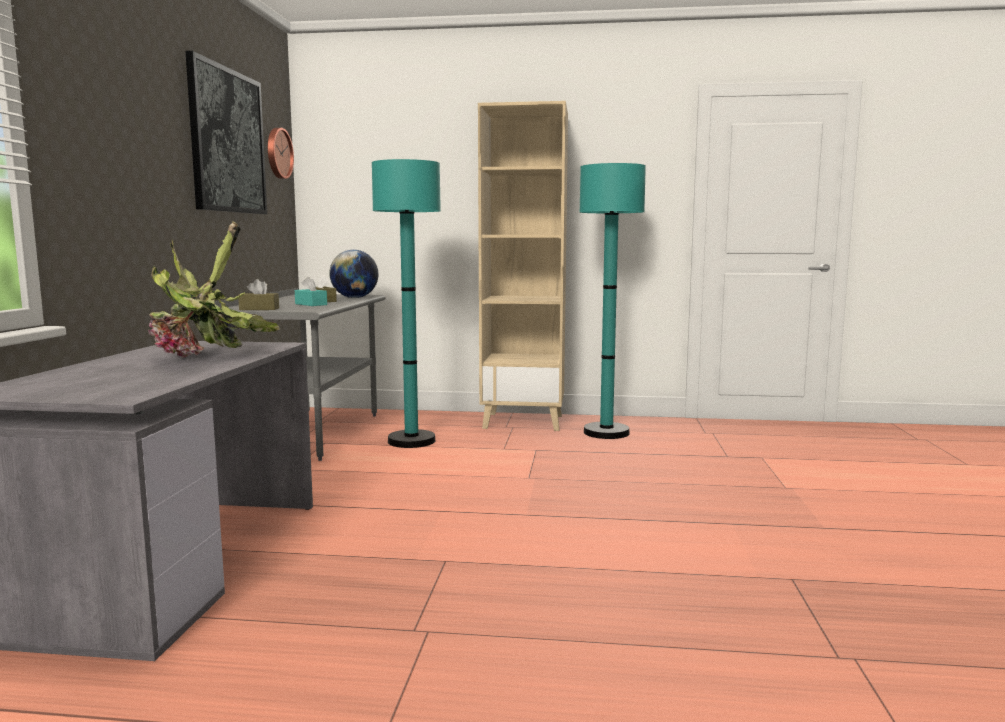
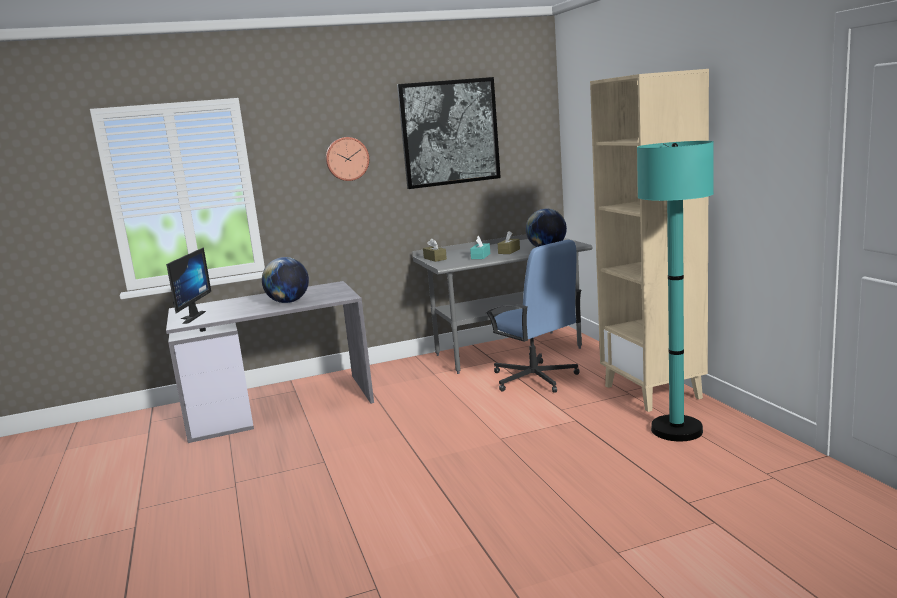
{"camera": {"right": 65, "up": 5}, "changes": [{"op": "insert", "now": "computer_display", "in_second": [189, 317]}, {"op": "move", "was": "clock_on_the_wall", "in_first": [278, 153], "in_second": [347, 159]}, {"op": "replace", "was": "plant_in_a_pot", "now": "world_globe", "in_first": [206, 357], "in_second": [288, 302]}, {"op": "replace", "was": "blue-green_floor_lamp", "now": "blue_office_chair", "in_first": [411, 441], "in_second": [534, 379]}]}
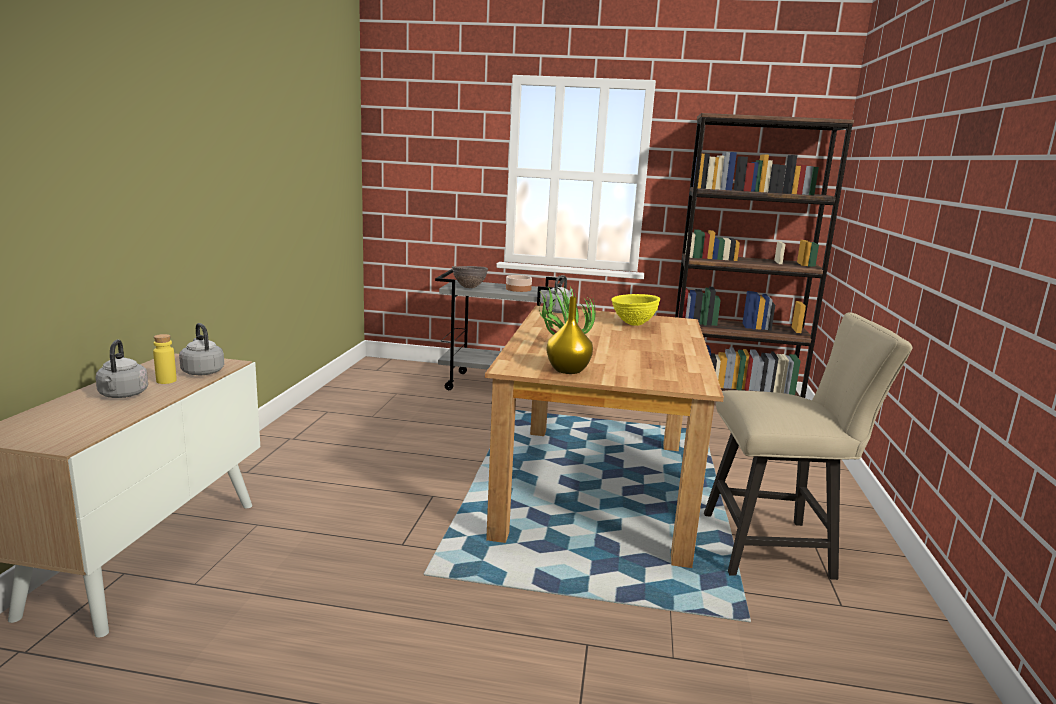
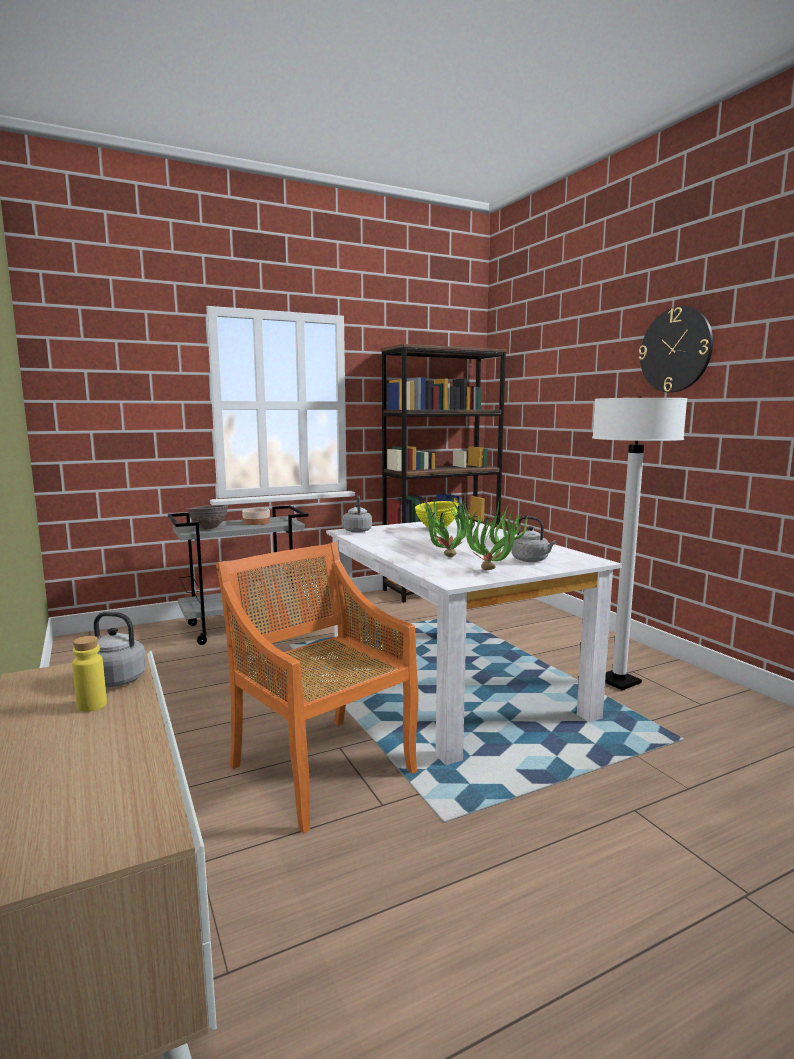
{"camera": {"right": -35, "up": -5}, "changes": [{"op": "insert", "now": "orangey_upright_chair", "in_second": [321, 768]}, {"op": "insert", "now": "clock_on_the_wall", "in_second": [675, 350]}, {"op": "move", "was": "grey_tea_kettle", "in_first": [123, 395], "in_second": [531, 560]}, {"op": "replace", "was": "yellow-coloured_flower_vase", "now": "plant_in_a_pot", "in_first": [567, 370], "in_second": [494, 572]}, {"op": "replace", "was": "sand-coloured_upright_chair", "now": "whitish_floor_lamp", "in_first": [777, 547], "in_second": [618, 681]}, {"op": "recolor", "was": "brown-coloured_kitchen_table", "now": "whitish_kitchen_table", "in_first": [598, 487], "in_second": [455, 685]}]}
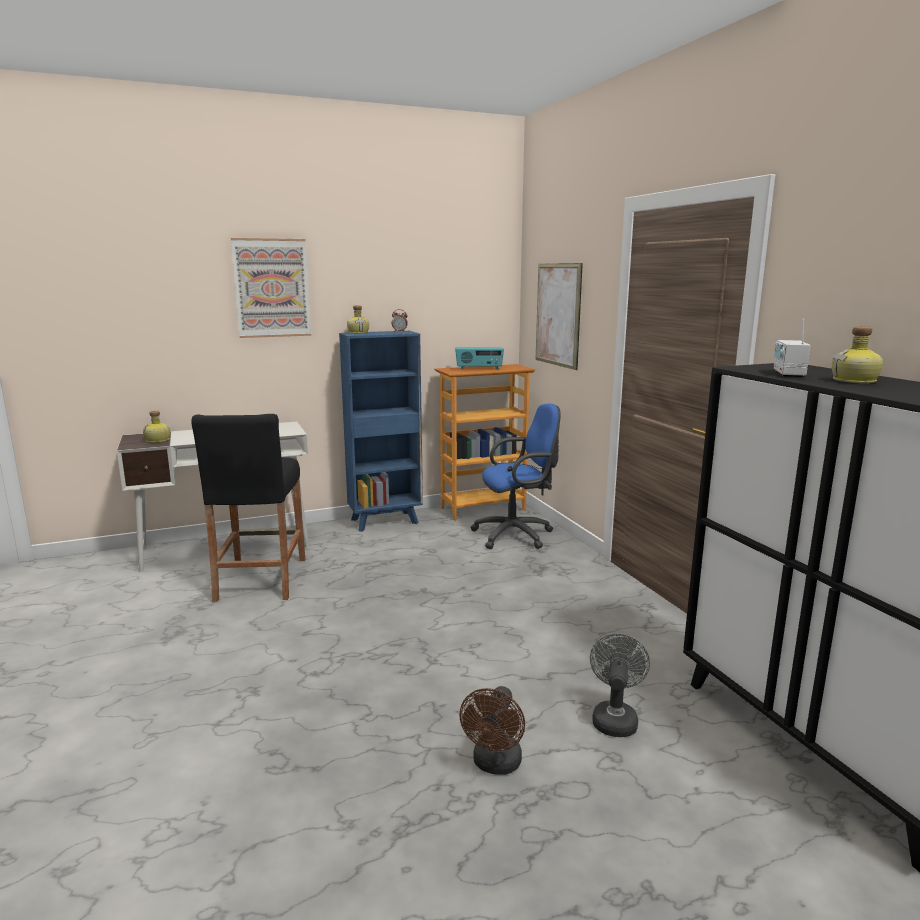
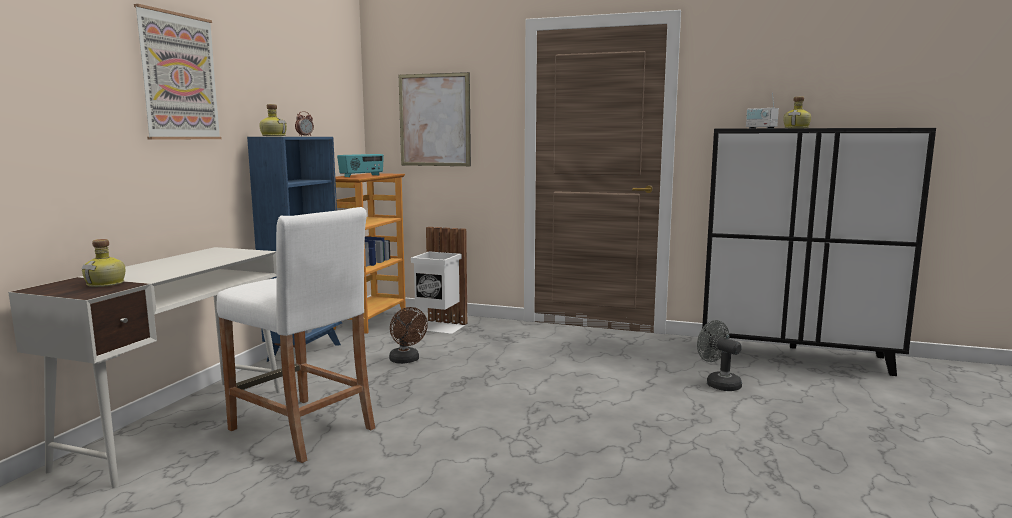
{"camera": {"right": -50, "up": -5}, "changes": [{"op": "move", "was": "brown-coloured_electric_fan", "in_first": [495, 765], "in_second": [406, 360]}, {"op": "replace", "was": "blue_office_chair", "now": "whitish_rubbish_bin", "in_first": [517, 535], "in_second": [440, 327]}, {"op": "recolor", "was": "black-coloured_sitting_stool", "now": "whitish_sitting_stool", "in_first": [260, 579], "in_second": [302, 429]}]}
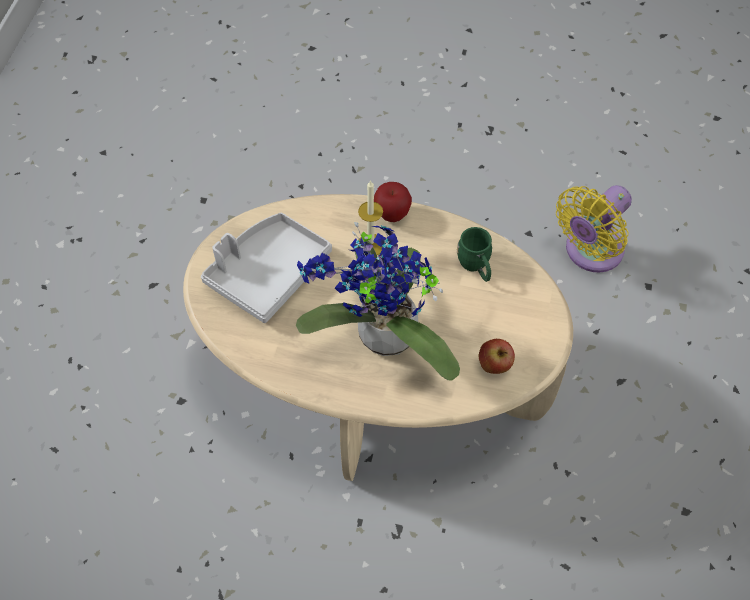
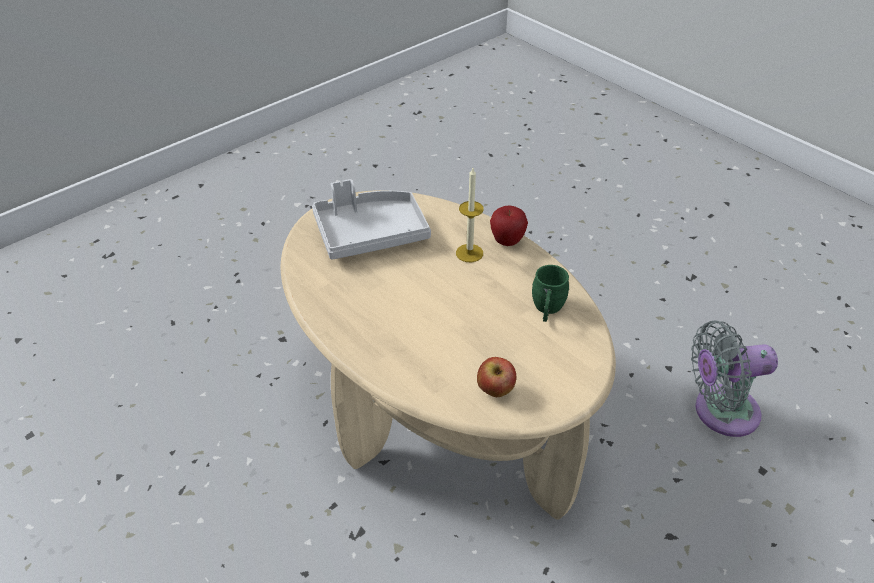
{"camera": {"right": 35, "up": -15}, "changes": [{"op": "delete", "was": "plant_in_a_pot", "in_first": [381, 339]}, {"op": "recolor", "was": "yellow-coloured_electric_fan", "now": "grey_electric_fan", "in_first": [590, 252], "in_second": [719, 411]}]}
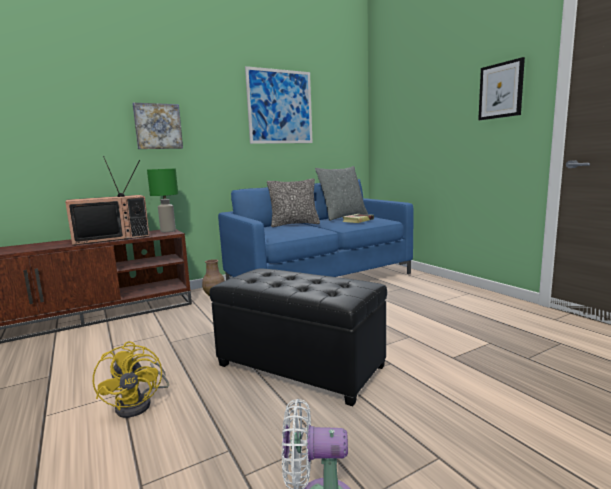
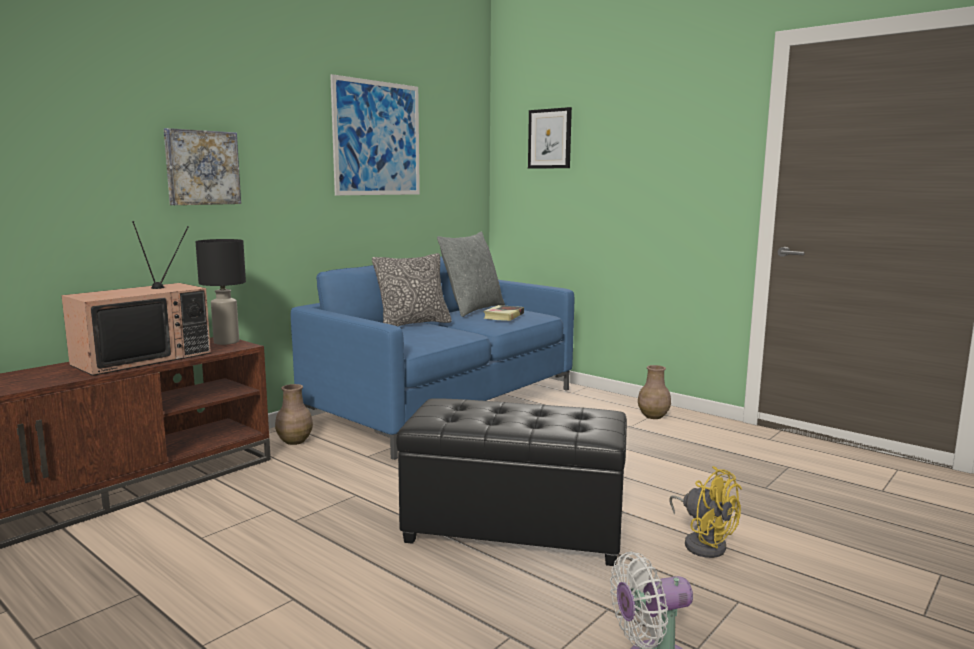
{"camera": {"right": -20, "up": 0}, "changes": [{"op": "insert", "now": "brown-coloured_flower_vase", "in_second": [653, 416]}, {"op": "move", "was": "yellow-coloured_electric_fan", "in_first": [140, 403], "in_second": [703, 543]}, {"op": "move", "was": "wall_picture", "in_first": [501, 90], "in_second": [549, 138]}, {"op": "recolor", "was": "greenish_table_lamp", "now": "black-coloured_table_lamp", "in_first": [168, 231], "in_second": [226, 342]}]}
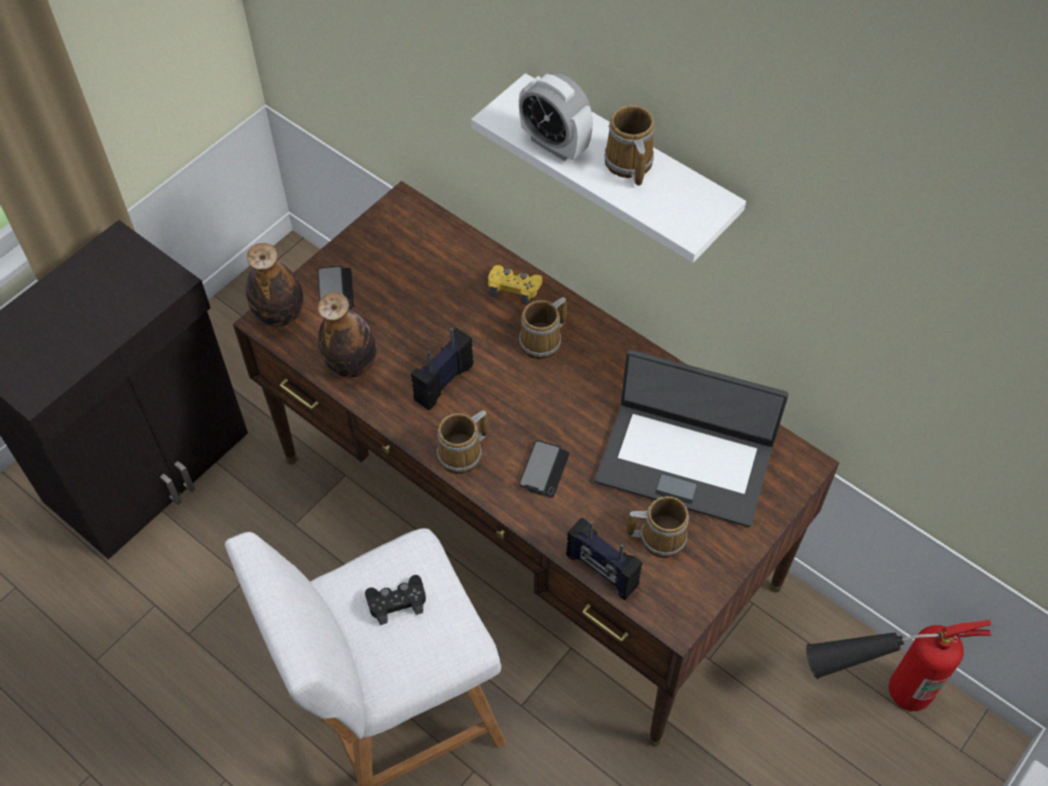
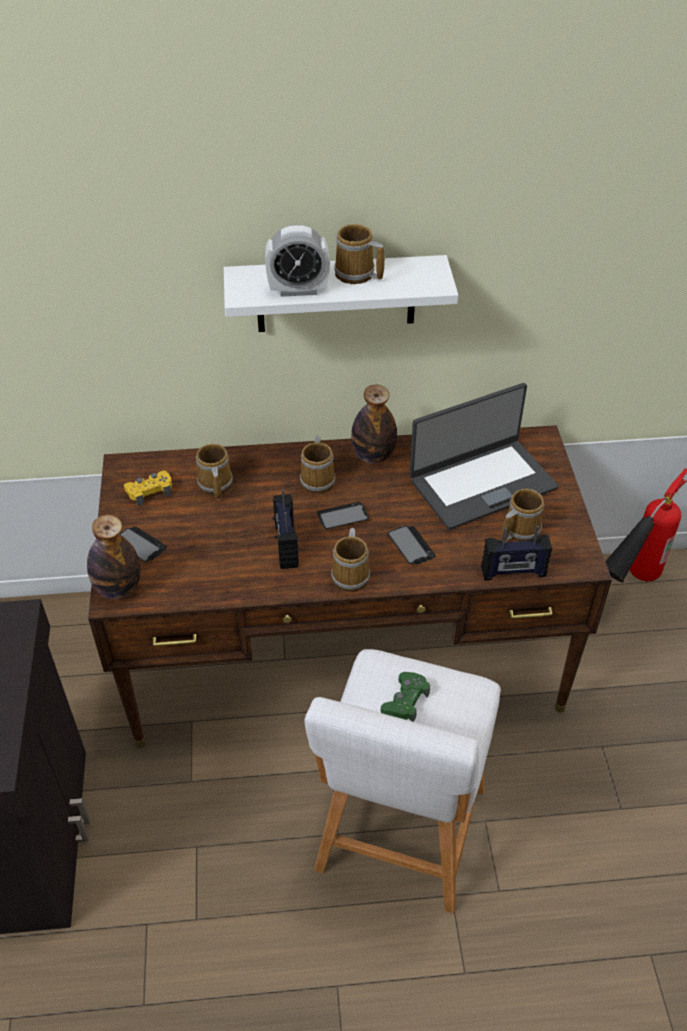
{"camera": {"right": -45, "up": -10}, "changes": [{"op": "insert", "now": "tea_mug", "in_second": [214, 485]}, {"op": "insert", "now": "telephone", "in_second": [342, 517]}, {"op": "move", "was": "drink_bottle", "in_first": [352, 364], "in_second": [373, 456]}, {"op": "move", "was": "yellow-coloured_gamepad", "in_first": [514, 287], "in_second": [150, 491]}, {"op": "recolor", "was": "black-coloured_gamepad", "now": "greenish_gamepad", "in_first": [397, 602], "in_second": [405, 701]}]}
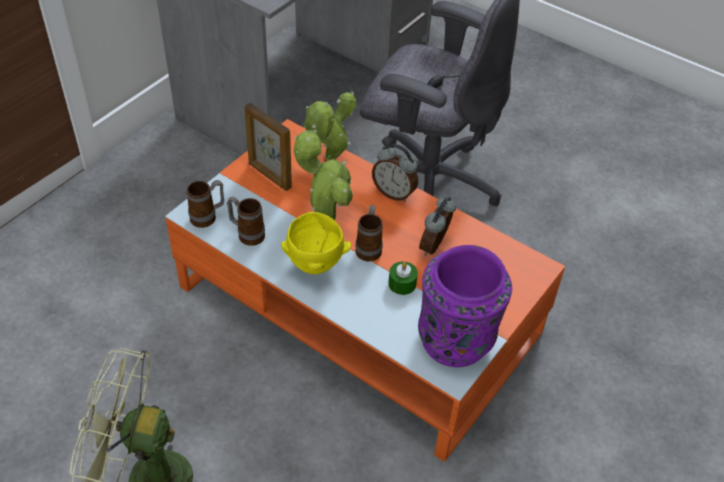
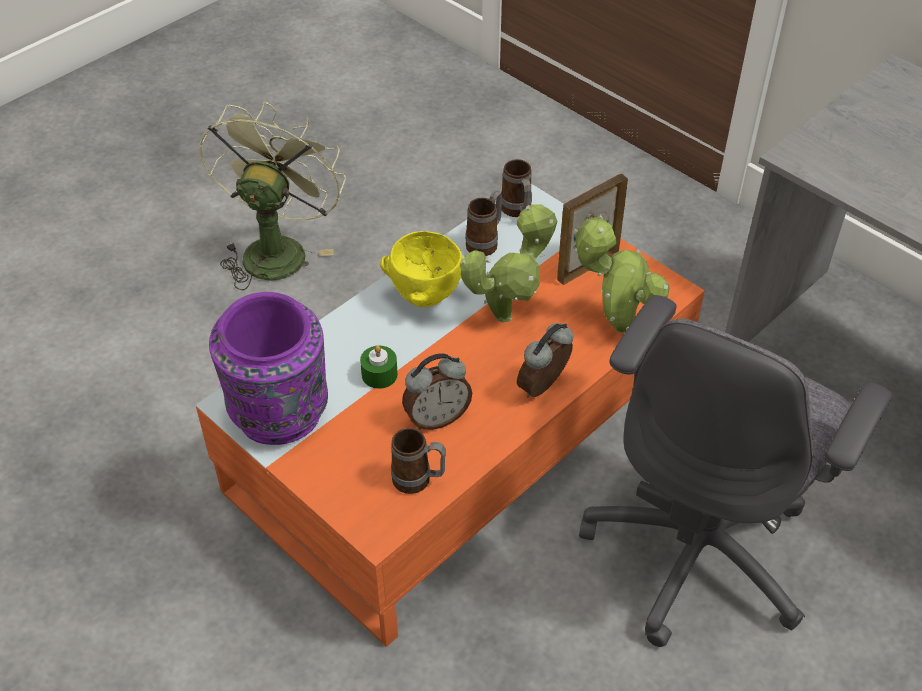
{"camera": {"right": 100, "up": 0}, "changes": [{"op": "move", "was": "tea_mug", "in_first": [369, 247], "in_second": [419, 481]}, {"op": "rotate", "was": "bedside_clock", "in_first": [435, 247], "in_second": [436, 418], "clockwise": 120}]}
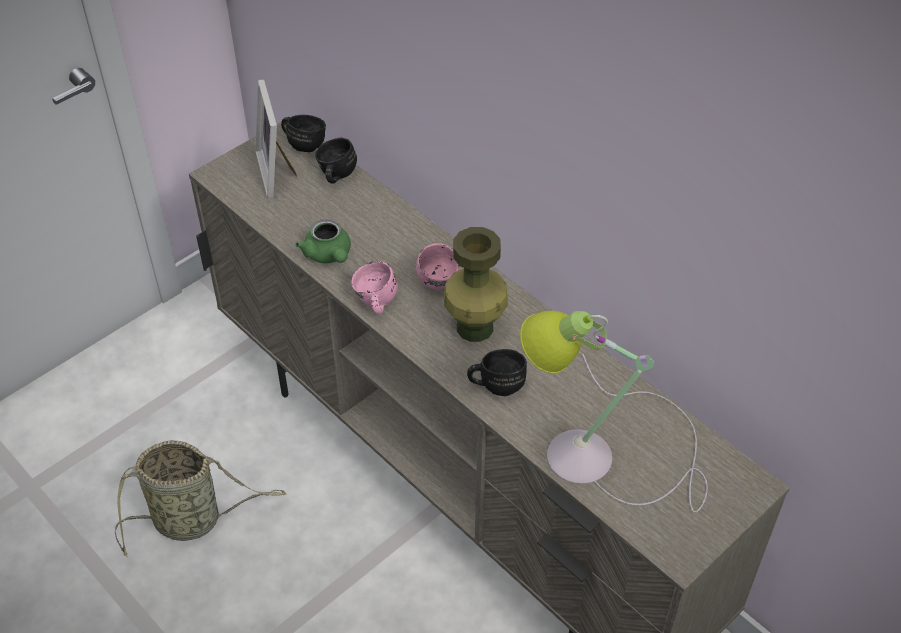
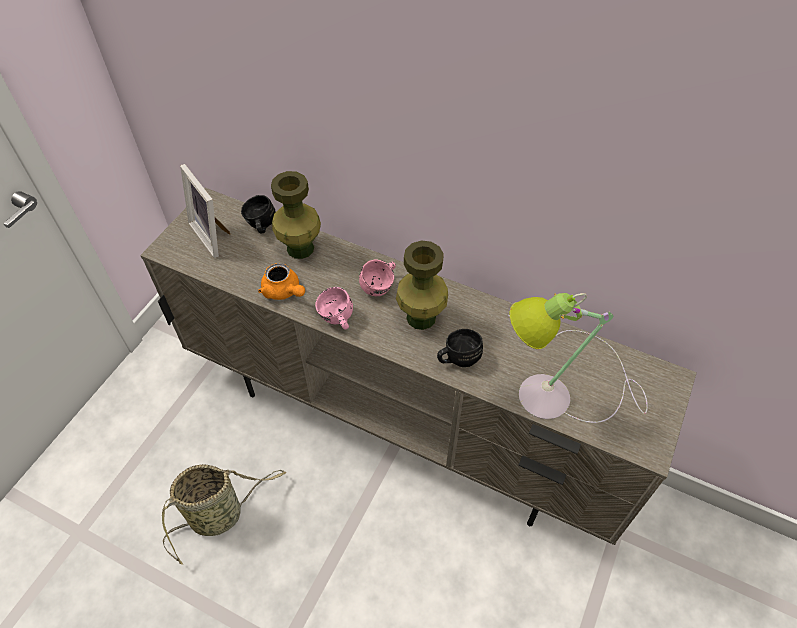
{"camera": {"right": -20, "up": 5}, "changes": [{"op": "delete", "was": "black-coloured_tea_mug", "in_first": [304, 143]}, {"op": "insert", "now": "greenish_flower_vase", "in_second": [300, 248]}, {"op": "recolor", "was": "greenish_teapot", "now": "orangey_teapot", "in_first": [329, 255], "in_second": [284, 291]}]}
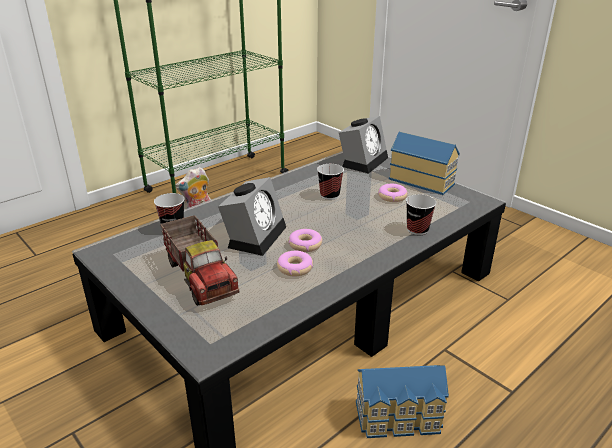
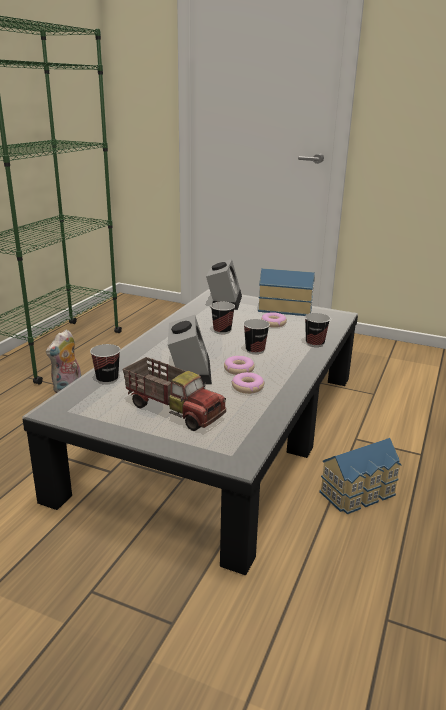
{"camera": {"right": -25, "up": -5}, "changes": [{"op": "insert", "now": "small_cup", "in_second": [255, 350]}]}
